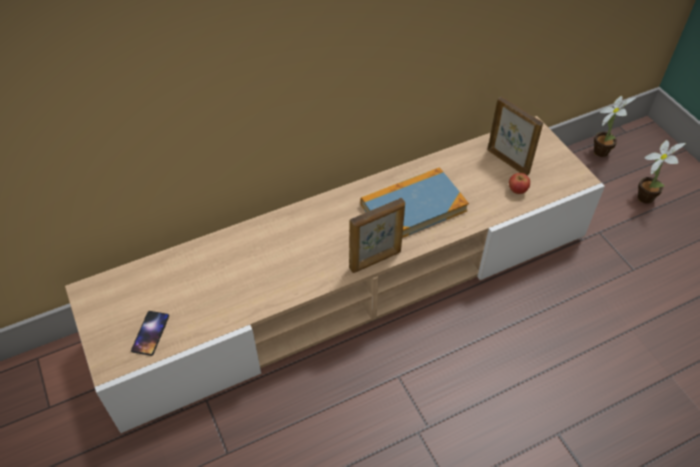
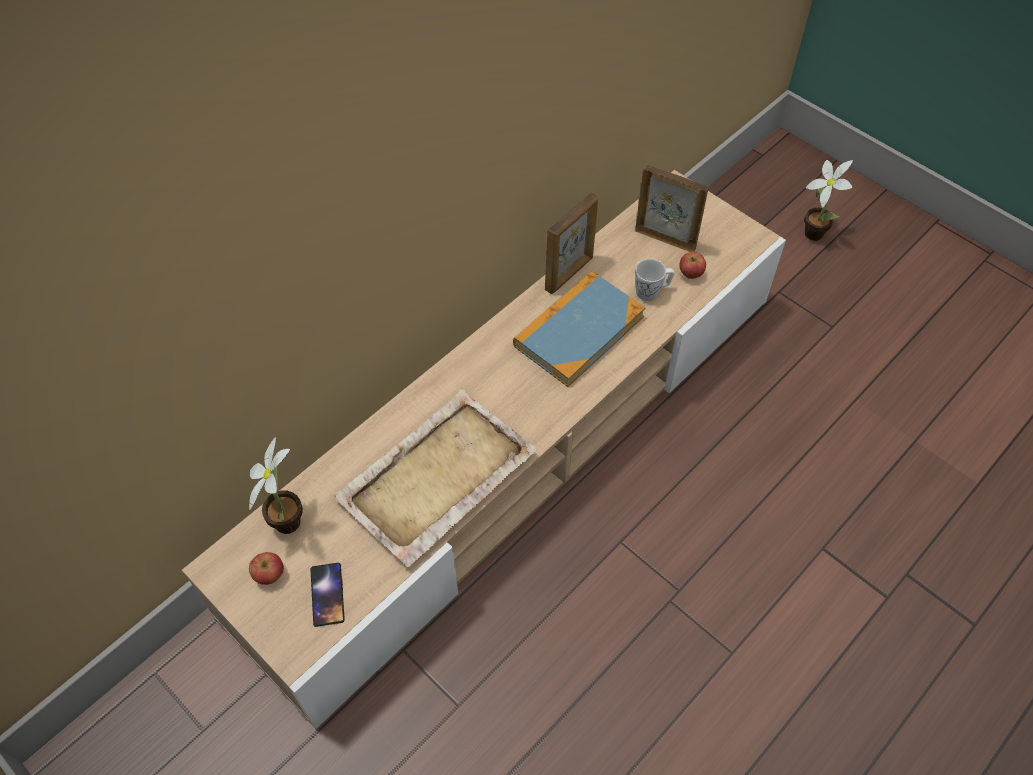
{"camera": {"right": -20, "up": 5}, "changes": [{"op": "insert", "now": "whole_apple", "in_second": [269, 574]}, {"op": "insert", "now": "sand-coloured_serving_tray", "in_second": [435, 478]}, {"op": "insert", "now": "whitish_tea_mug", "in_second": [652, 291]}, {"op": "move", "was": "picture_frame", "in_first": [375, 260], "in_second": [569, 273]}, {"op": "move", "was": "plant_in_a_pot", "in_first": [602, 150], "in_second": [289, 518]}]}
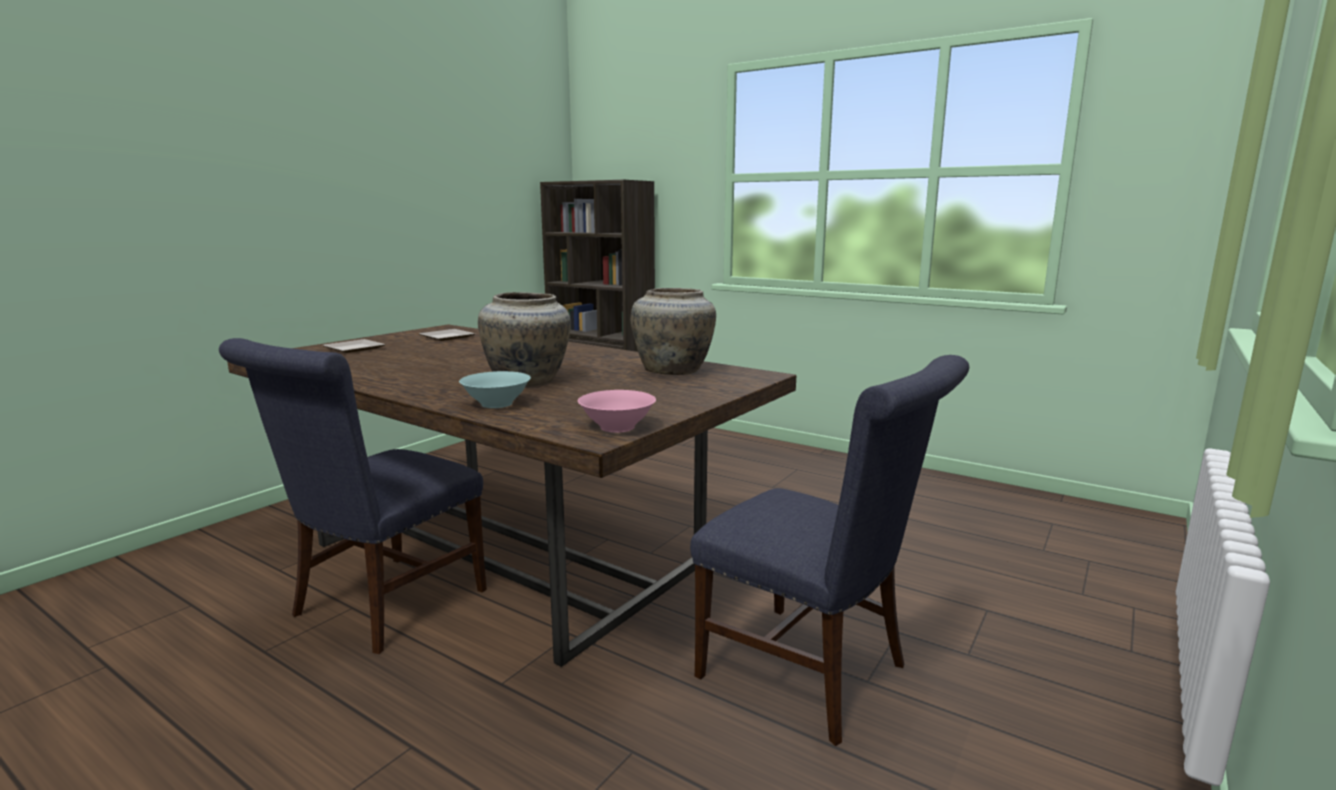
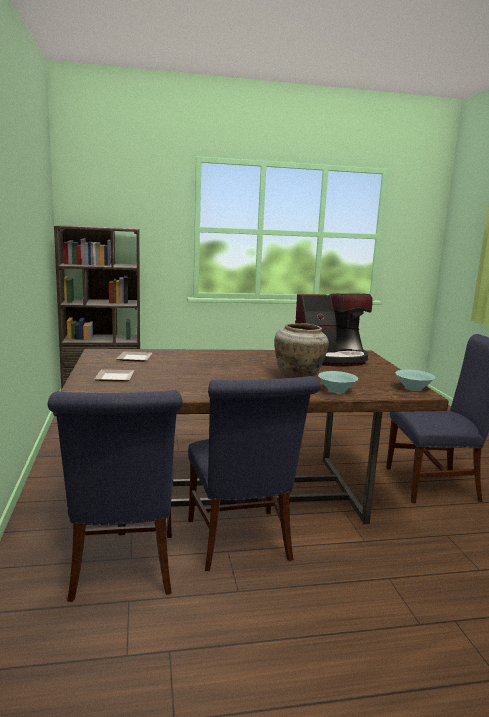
{"camera": {"right": -45, "up": 0}, "changes": [{"op": "insert", "now": "blue_upright_chair", "in_second": [123, 570]}, {"op": "replace", "was": "sand-coloured_flower_vase", "now": "coffee_brewer", "in_first": [674, 371], "in_second": [330, 358]}, {"op": "recolor", "was": "pink-coloured_bowl", "now": "blue-green_bowl", "in_first": [616, 427], "in_second": [412, 388]}]}
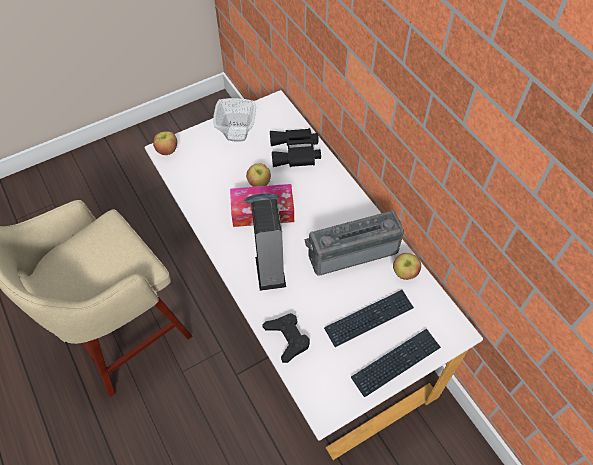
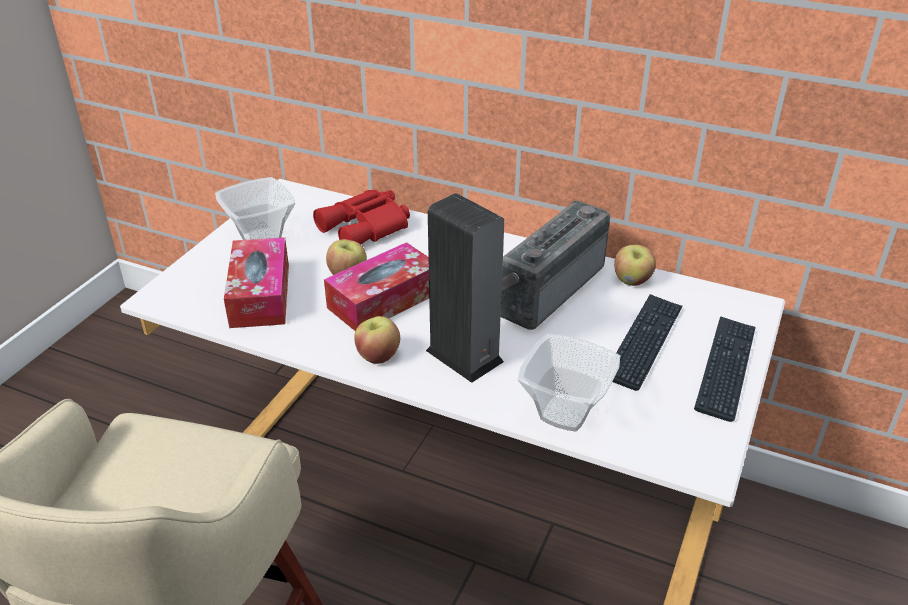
{"camera": {"right": -35, "up": -20}, "changes": [{"op": "insert", "now": "tissue_box", "in_second": [260, 295]}, {"op": "move", "was": "whole_apple", "in_first": [167, 150], "in_second": [378, 355]}, {"op": "replace", "was": "black-coloured_gamepad", "now": "bowl", "in_first": [287, 338], "in_second": [567, 414]}, {"op": "recolor", "was": "black-coloured_binoculars", "now": "reddish_binoculars", "in_first": [296, 153], "in_second": [367, 227]}]}
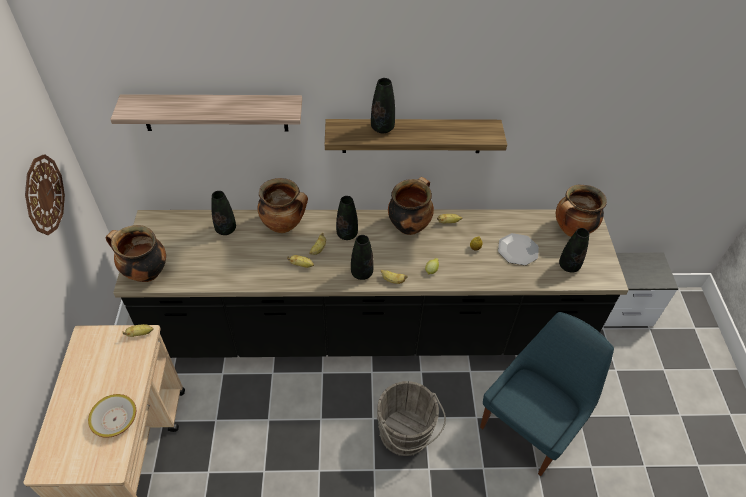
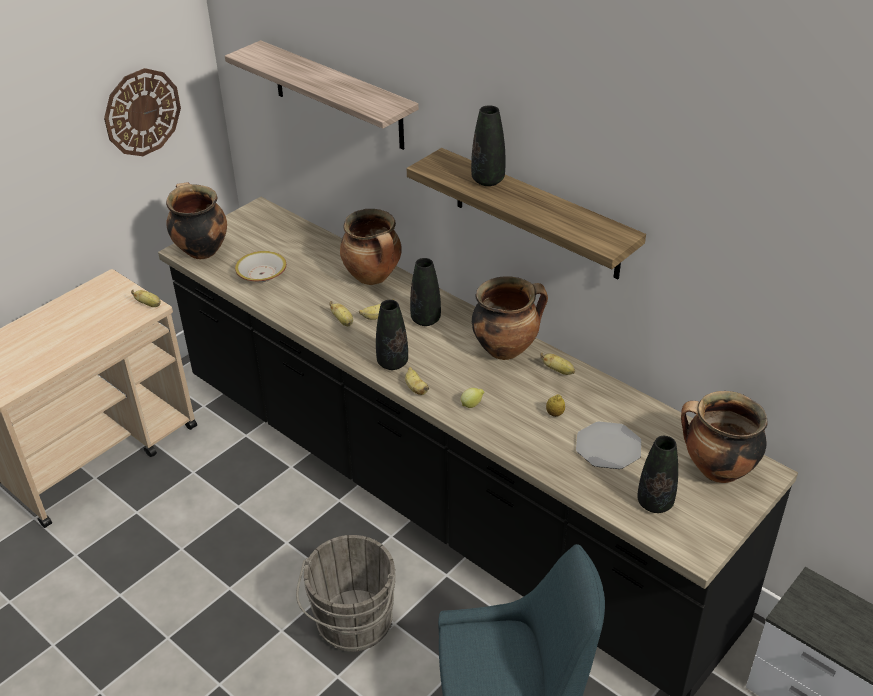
{"camera": {"right": 45, "up": -10}, "changes": [{"op": "delete", "was": "black-coloured_flower_vase", "in_first": [226, 229]}, {"op": "move", "was": "bowl", "in_first": [115, 419], "in_second": [261, 274]}]}
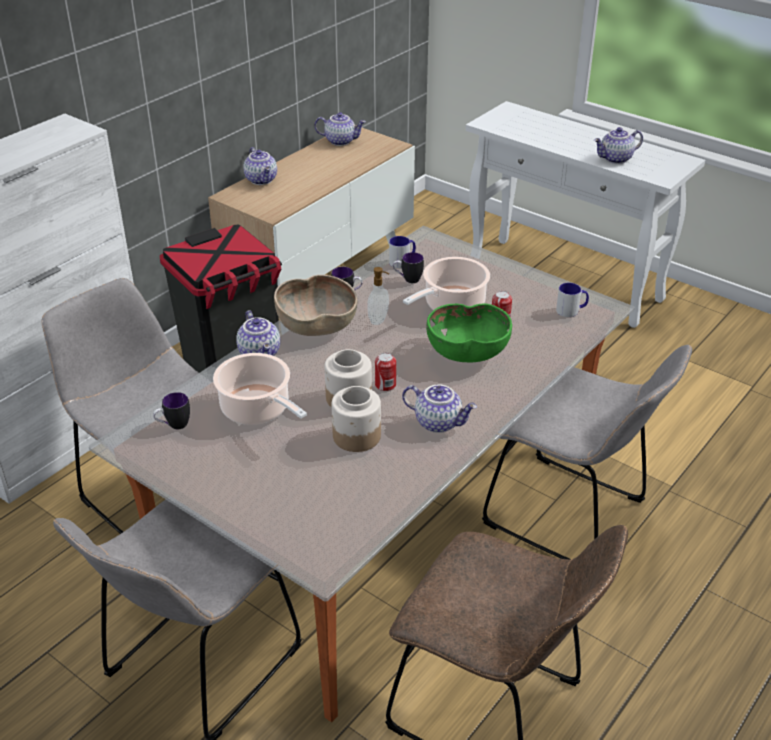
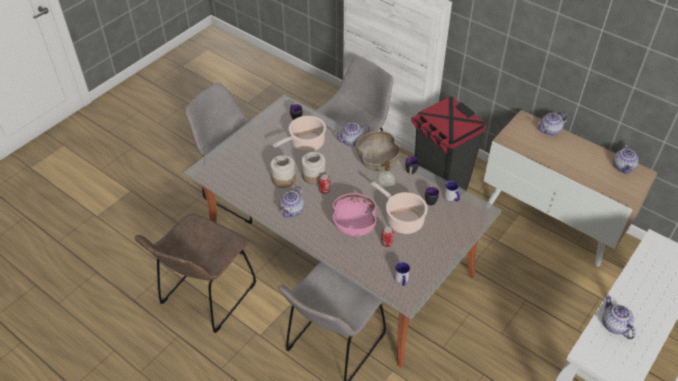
{"camera": {"right": 90, "up": 10}, "changes": [{"op": "recolor", "was": "greenish_bowl", "now": "pink-coloured_bowl", "in_first": [467, 353], "in_second": [353, 225]}]}
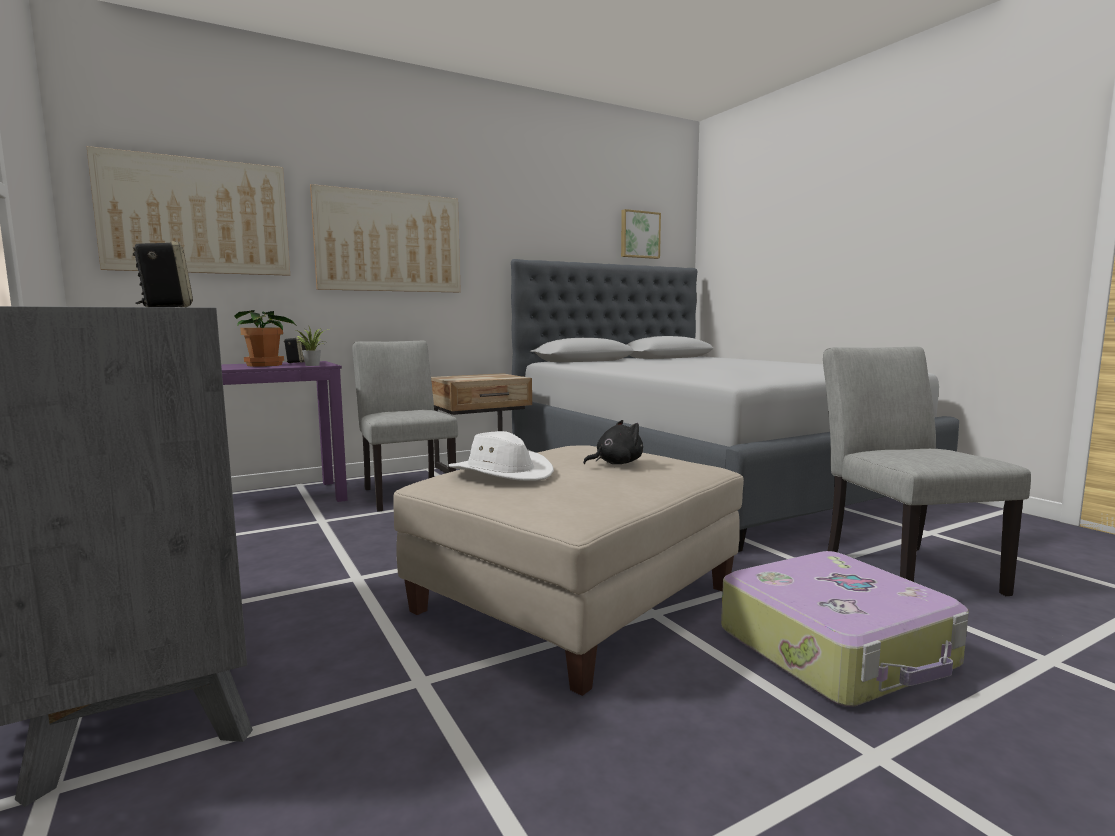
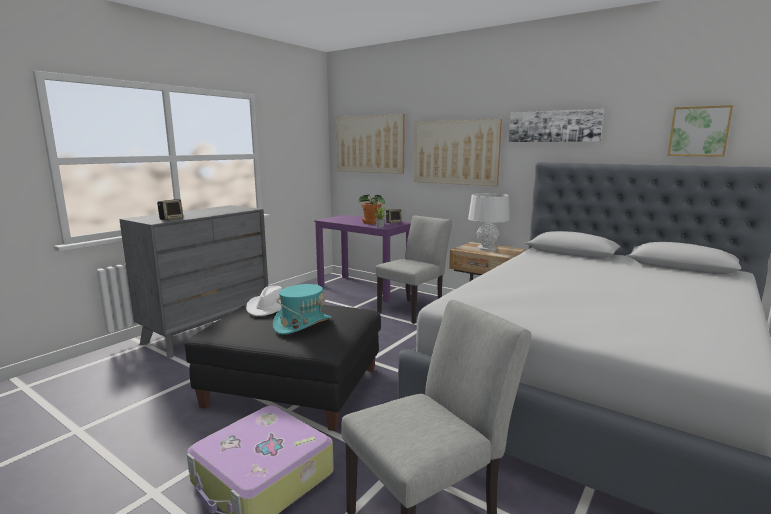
{"camera": {"right": 65, "up": 5}, "changes": [{"op": "insert", "now": "grey_table_lamp", "in_second": [487, 248]}, {"op": "insert", "now": "wall_picture", "in_second": [554, 126]}, {"op": "replace", "was": "black-coloured_soft_toy", "now": "blue-green_hat", "in_first": [616, 463], "in_second": [302, 324]}, {"op": "recolor", "was": "sand-coloured_ottoman", "now": "black-coloured_ottoman", "in_first": [575, 599], "in_second": [294, 386]}]}
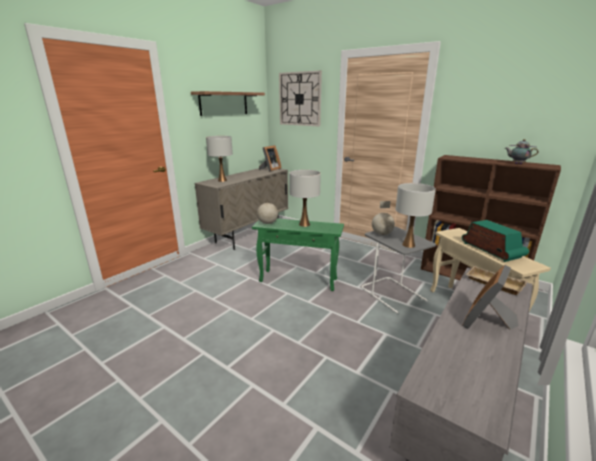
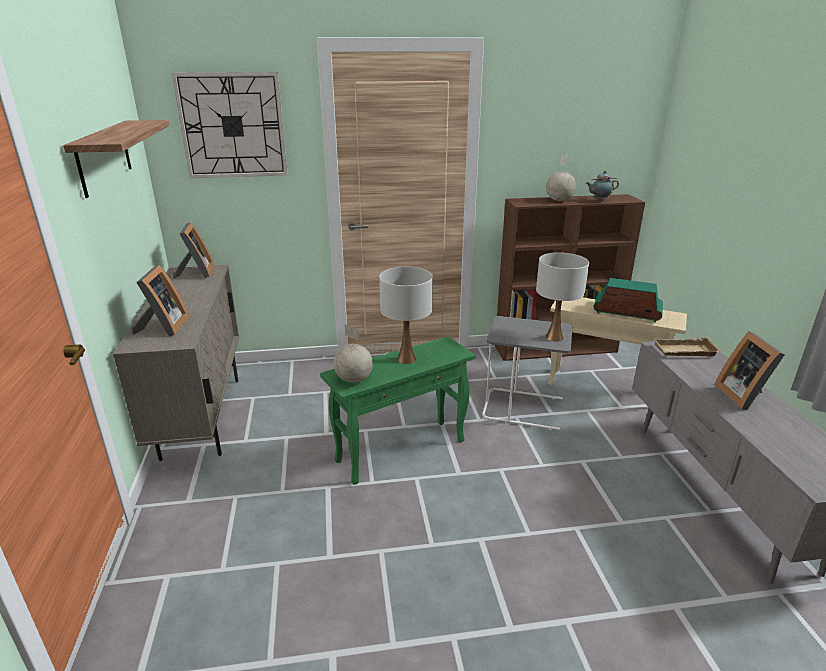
{"camera": {"right": -45, "up": 5}, "changes": [{"op": "move", "was": "world_globe", "in_first": [381, 234], "in_second": [558, 200]}, {"op": "replace", "was": "whitish_table_lamp", "now": "picture_frame", "in_first": [222, 180], "in_second": [163, 328]}]}
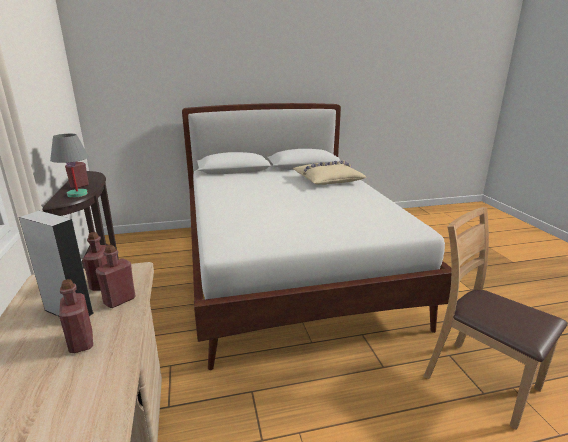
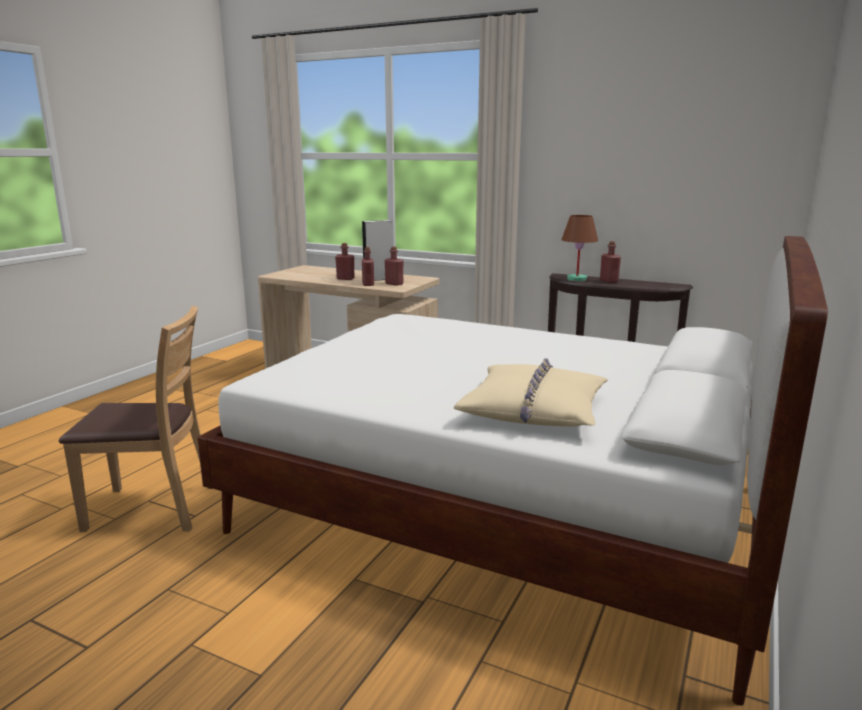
{"camera": {"right": 130, "up": -5}, "changes": [{"op": "recolor", "was": "grey_table_lamp", "now": "brown-coloured_table_lamp", "in_first": [77, 194], "in_second": [576, 279]}]}
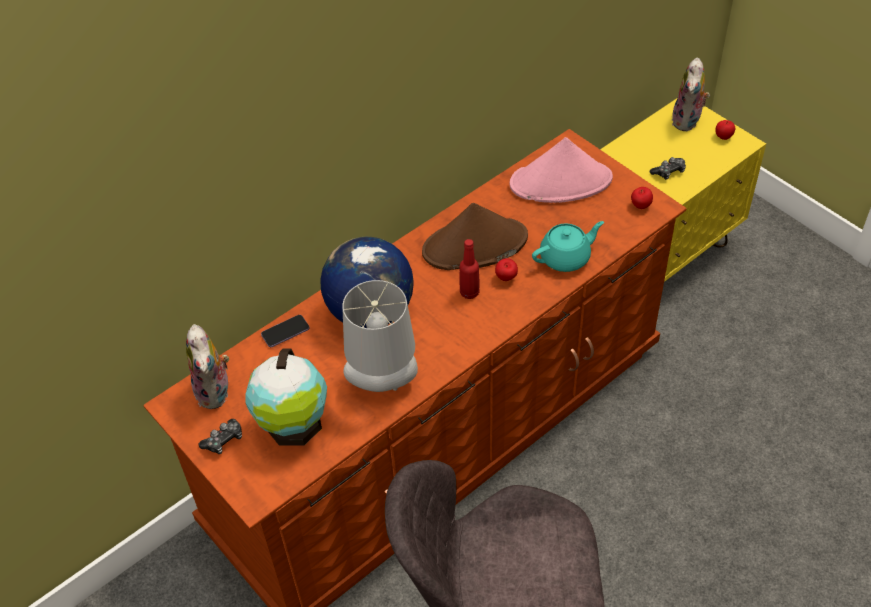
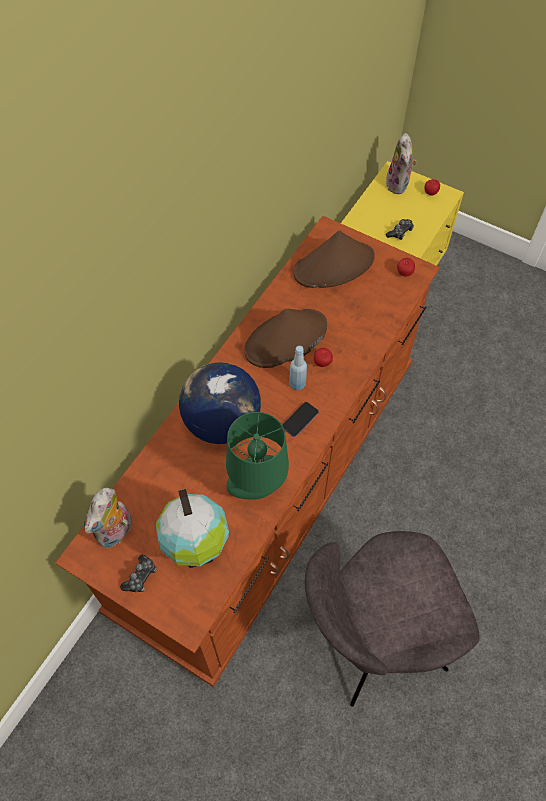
{"camera": {"right": -20, "up": 10}, "changes": [{"op": "delete", "was": "blue-green_teapot", "in_first": [566, 258]}, {"op": "move", "was": "telephone", "in_first": [285, 332], "in_second": [300, 420]}, {"op": "recolor", "was": "grey_table_lamp", "now": "greenish_table_lamp", "in_first": [384, 384], "in_second": [258, 486]}, {"op": "recolor", "was": "reddish_drink_bottle", "now": "blue_drink_bottle", "in_first": [469, 292], "in_second": [297, 384]}, {"op": "recolor", "was": "pink-coloured_hat", "now": "brown-coloured_hat", "in_first": [561, 182], "in_second": [334, 265]}, {"op": "rotate", "was": "soft_toy", "in_first": [216, 391], "in_second": [116, 532], "clockwise": 60}]}
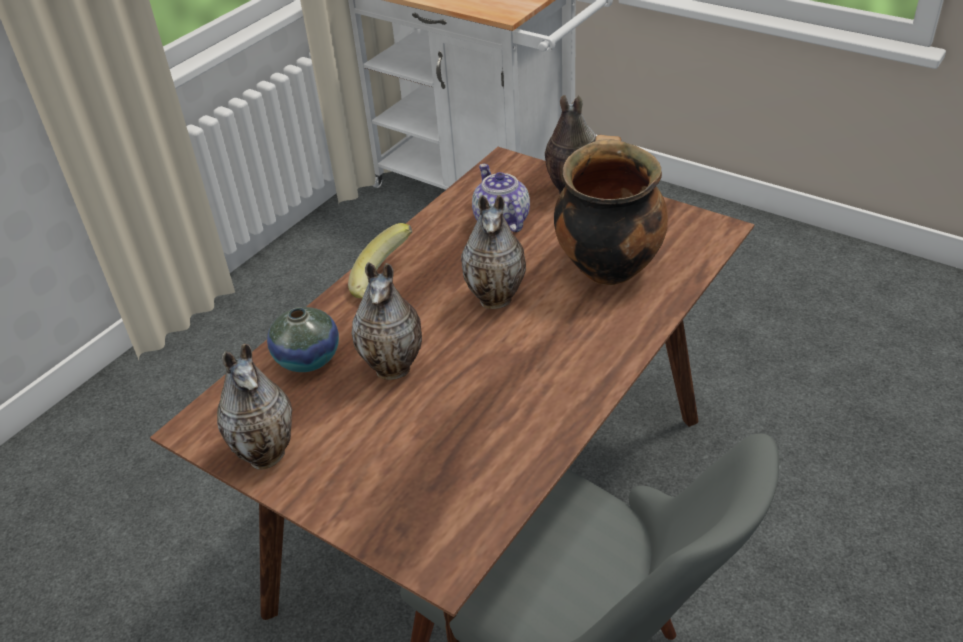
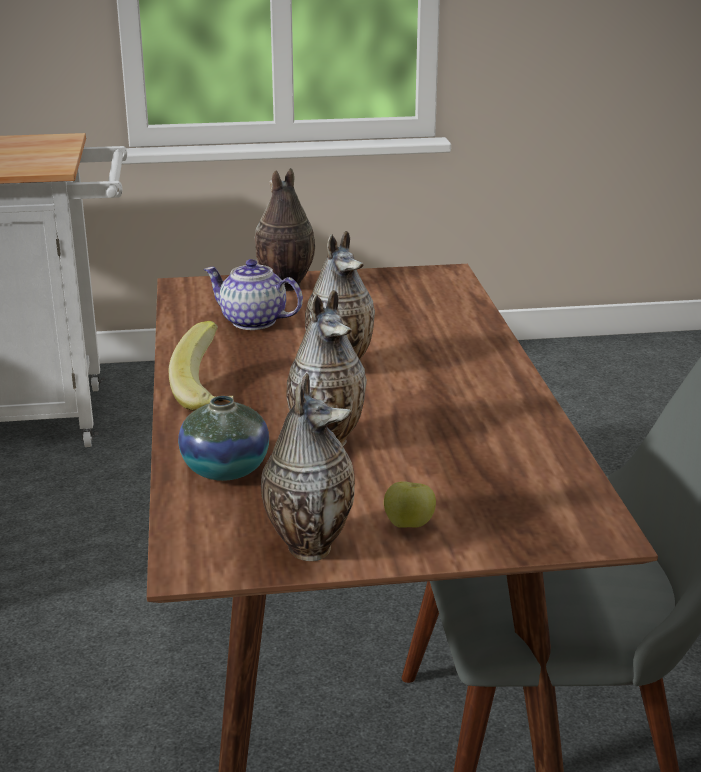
{"camera": {"right": -45, "up": -15}, "changes": [{"op": "delete", "was": "stockpot", "in_first": [607, 266]}, {"op": "insert", "now": "whole_apple", "in_second": [409, 525]}]}
